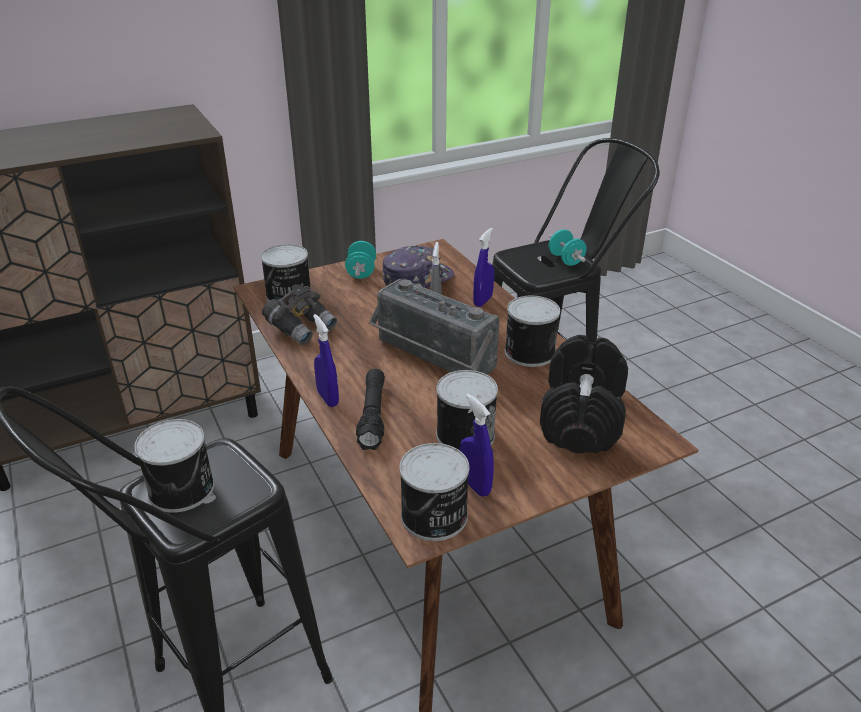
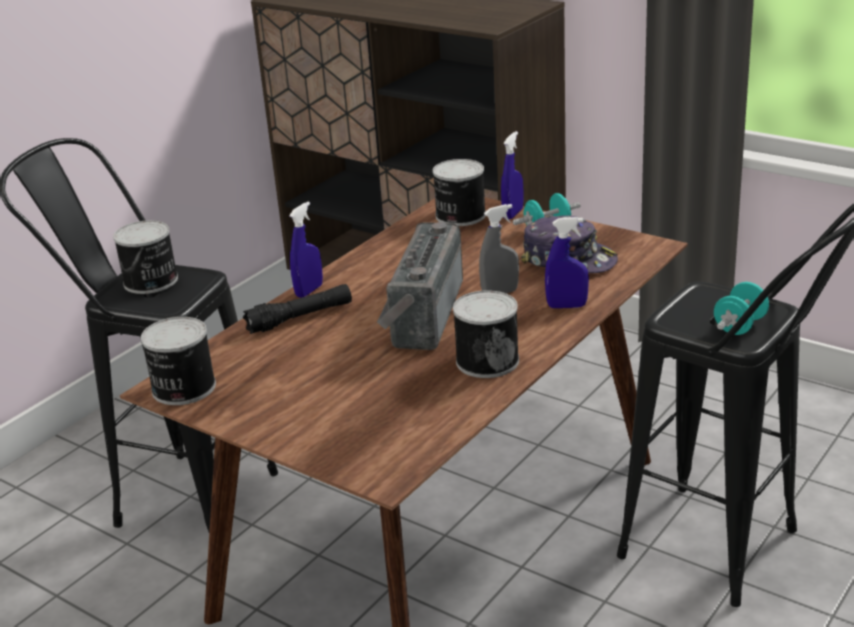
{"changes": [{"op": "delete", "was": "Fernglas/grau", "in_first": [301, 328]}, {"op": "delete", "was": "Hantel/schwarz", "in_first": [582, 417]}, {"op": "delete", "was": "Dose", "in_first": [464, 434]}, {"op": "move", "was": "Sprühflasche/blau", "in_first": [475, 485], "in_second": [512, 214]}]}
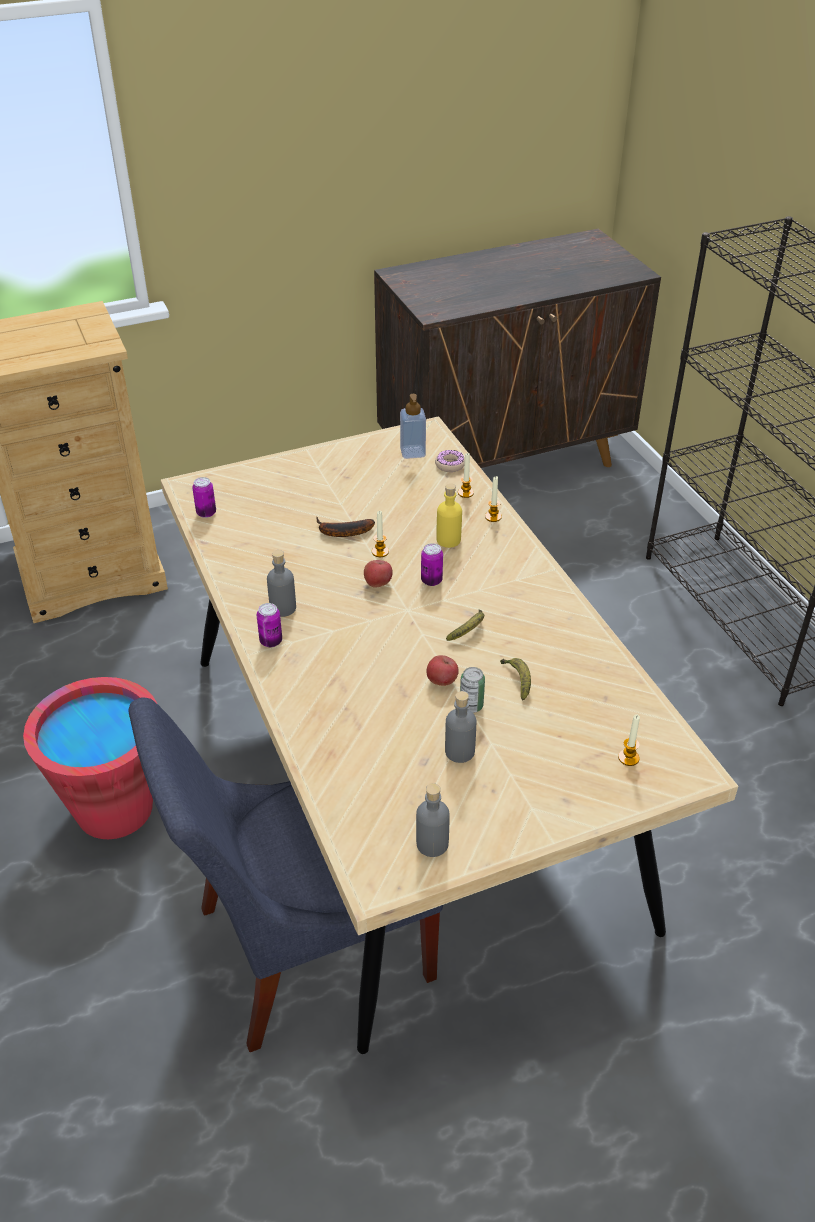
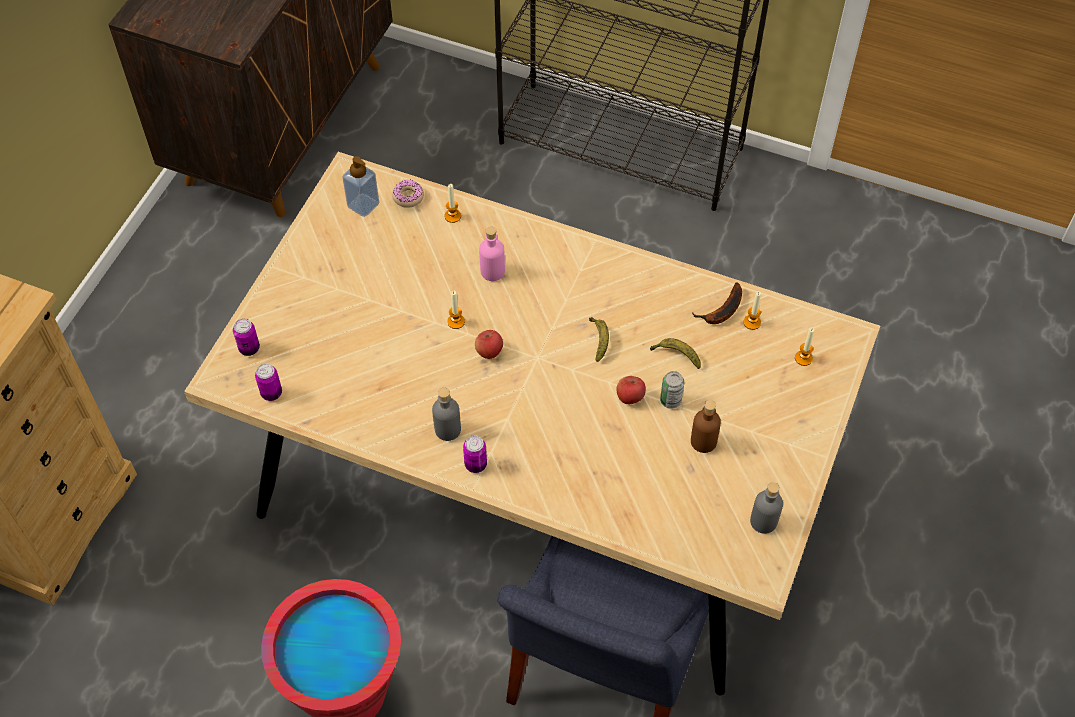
{"changes": [{"op": "move", "was": "Kerze", "in_first": [493, 517], "in_second": [752, 322]}, {"op": "recolor", "was": "Flasche/gelb", "now": "Flasche/rosa", "in_first": [448, 540], "in_second": [492, 271]}, {"op": "move", "was": "Banane", "in_first": [341, 532], "in_second": [722, 311]}, {"op": "move", "was": "Dose", "in_first": [431, 580], "in_second": [249, 348]}, {"op": "recolor", "was": "Flasche/grau", "now": "Flasche/braun", "in_first": [459, 751], "in_second": [703, 441]}]}
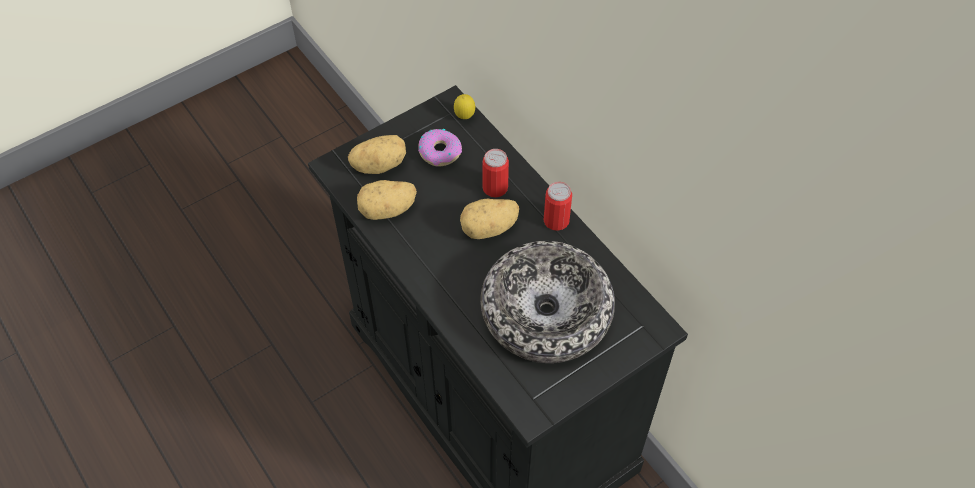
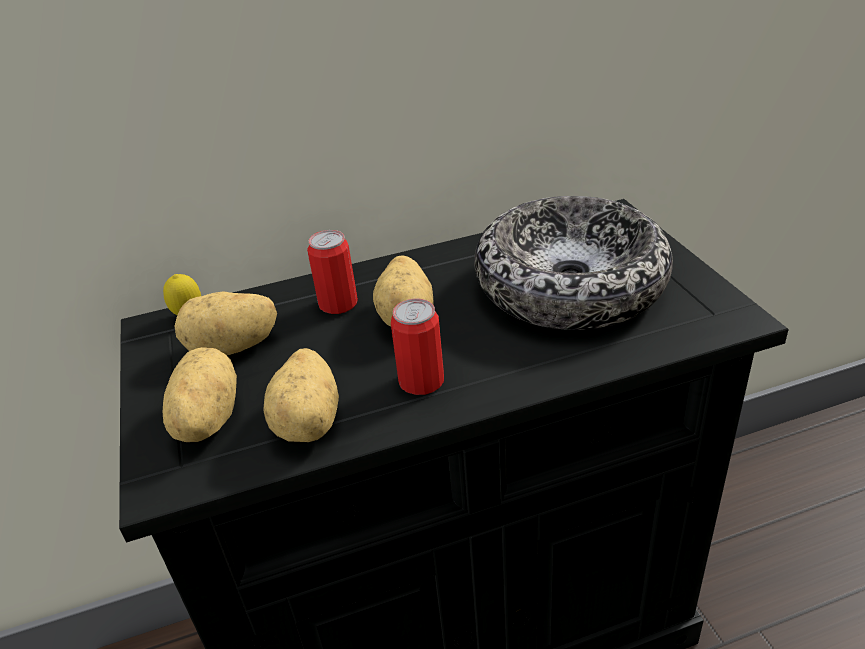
{"changes": [{"op": "replace", "was": "Donut", "now": "Kartoffel", "in_first": [440, 151], "in_second": [233, 348]}, {"op": "move", "was": "Dose", "in_first": [556, 220], "in_second": [421, 381]}]}
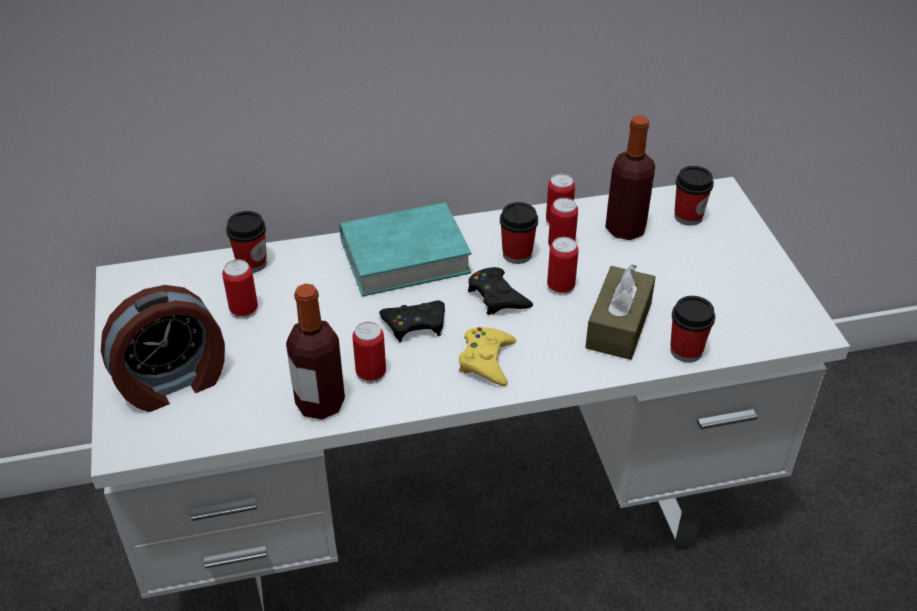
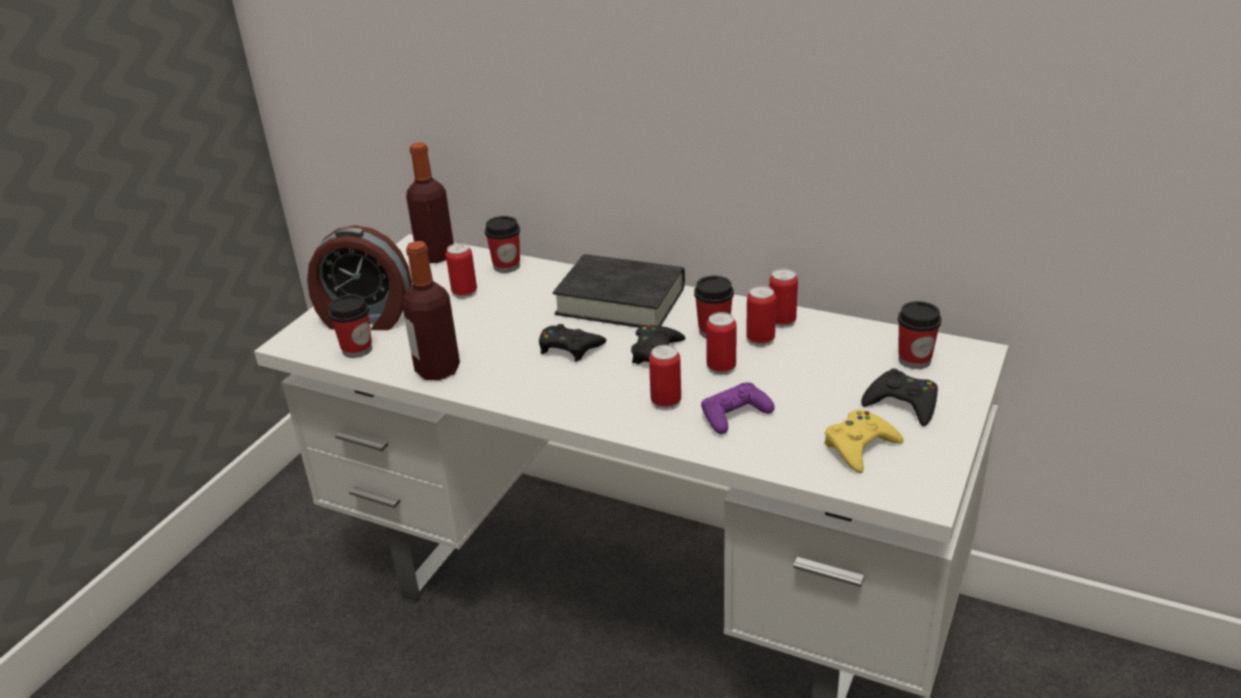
{"changes": [{"op": "move", "was": "Flasche", "in_first": [625, 229], "in_second": [436, 256]}, {"op": "recolor", "was": "Buch/türkis", "now": "Buch/schwarz", "in_first": [405, 257], "in_second": [620, 301]}, {"op": "replace", "was": "Taschentuchbox/braun", "now": "Gamepad/lila", "in_first": [618, 325], "in_second": [734, 415]}, {"op": "move", "was": "Tasse", "in_first": [686, 351], "in_second": [357, 349]}, {"op": "move", "was": "Dose", "in_first": [371, 373], "in_second": [666, 401]}, {"op": "move", "was": "Gamepad/gelb", "in_first": [486, 360], "in_second": [859, 446]}, {"op": "insert", "now": "Gamepad/schwarz", "in_second": [902, 403]}]}
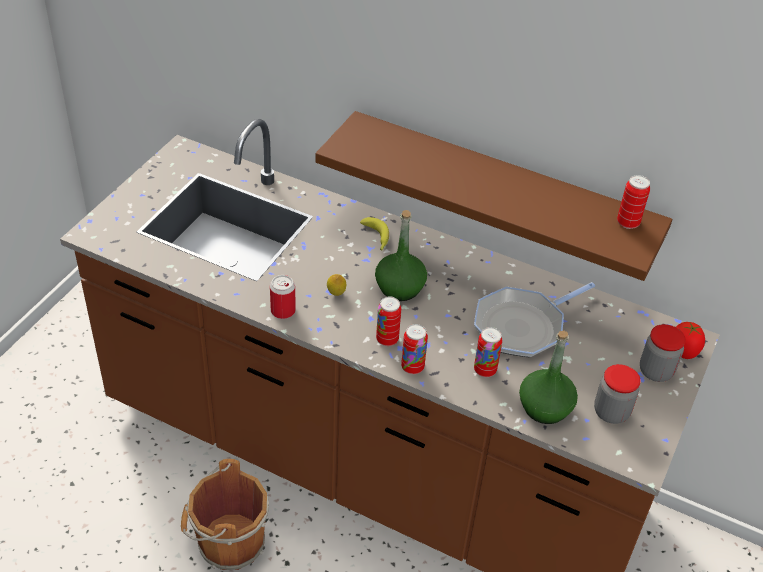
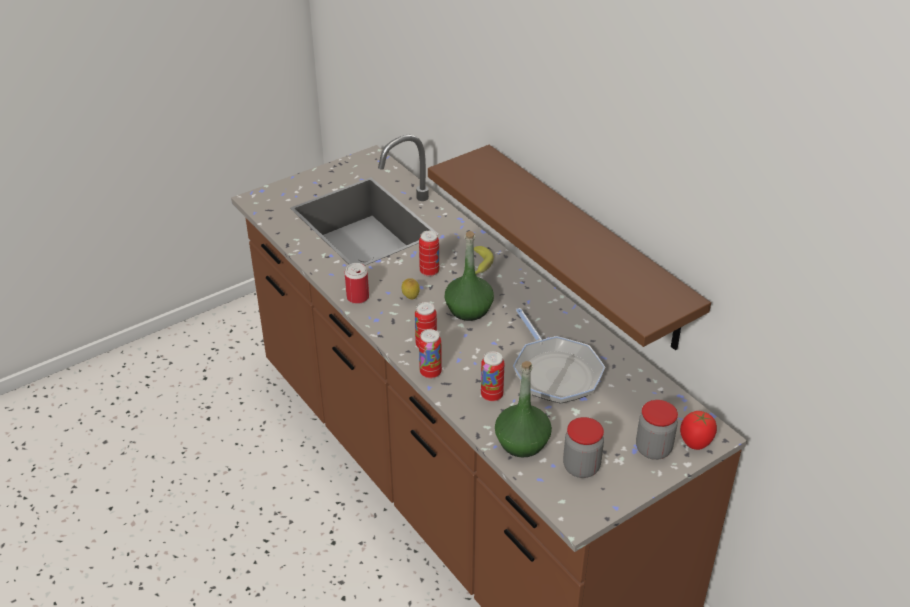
{"changes": [{"op": "move", "was": "Dose", "in_first": [628, 223], "in_second": [429, 272]}, {"op": "rotate", "was": "Pfanne", "in_first": [522, 326], "in_second": [555, 372], "clockwise": -105}, {"op": "delete", "was": "Eimer/braun", "in_first": [228, 543]}]}
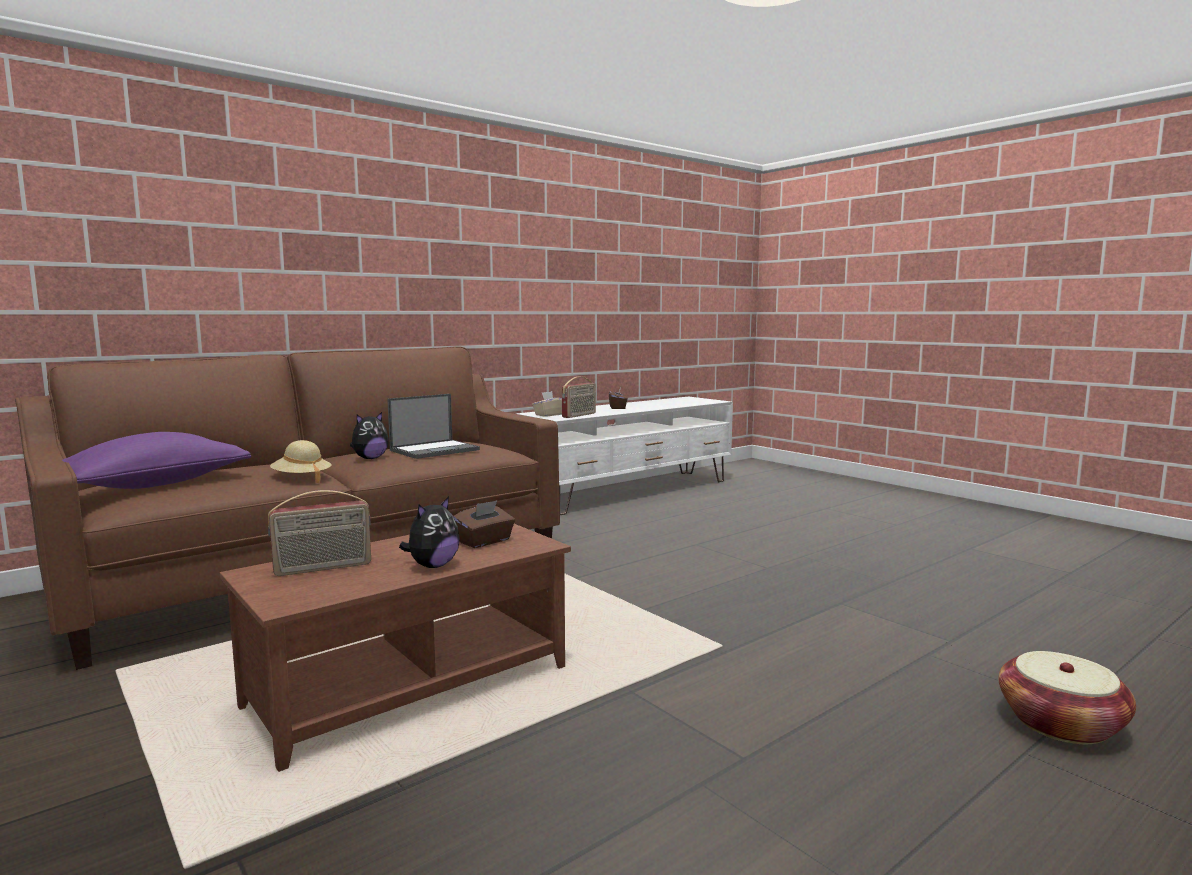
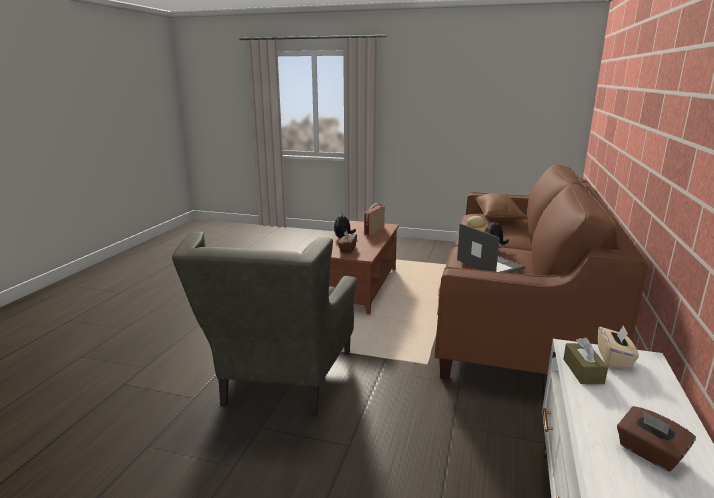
{"changes": [{"op": "replace", "was": "Radio", "now": "Taschentuchbox/braun", "in_first": [579, 415], "in_second": [583, 371]}, {"op": "rotate", "was": "Laptop", "in_first": [435, 450], "in_second": [489, 264], "clockwise": 135}, {"op": "recolor", "was": "Kissen/lila", "now": "Kissen/braun", "in_first": [155, 484], "in_second": [497, 217]}, {"op": "delete", "was": "Korb", "in_first": [1060, 723]}, {"op": "insert", "now": "Sessel/grau", "in_second": [280, 384]}]}
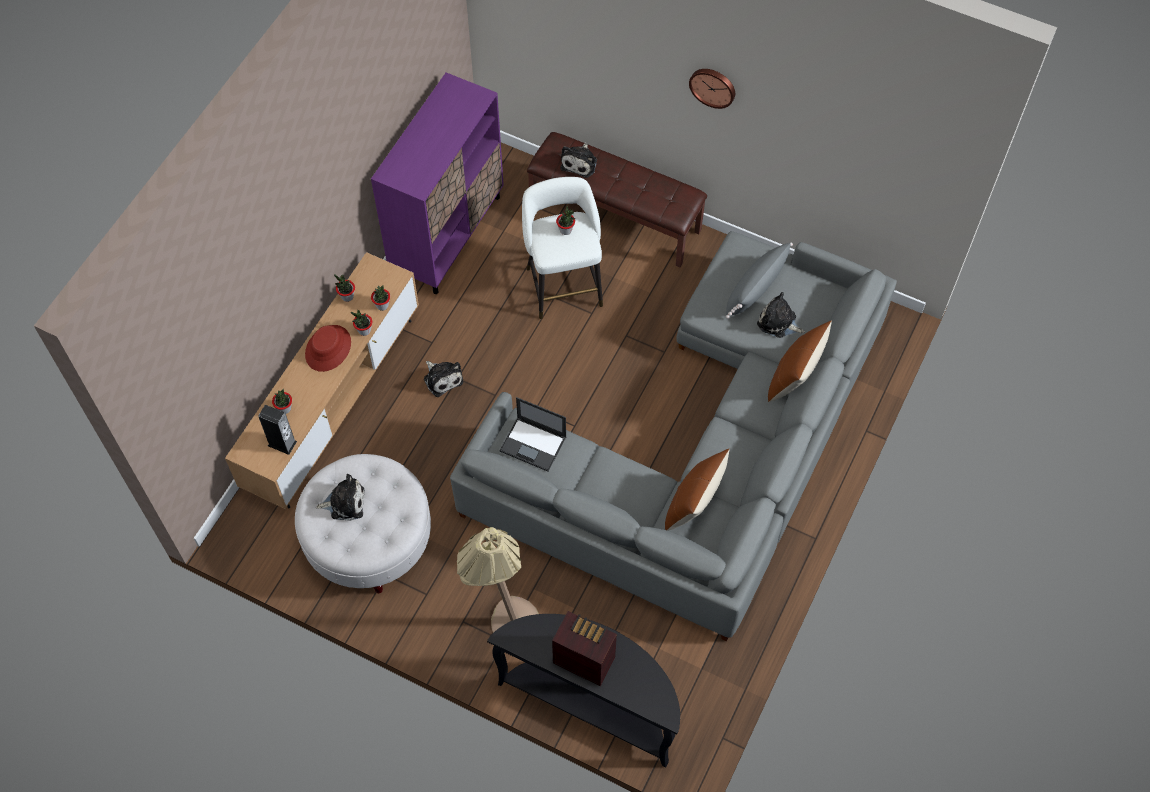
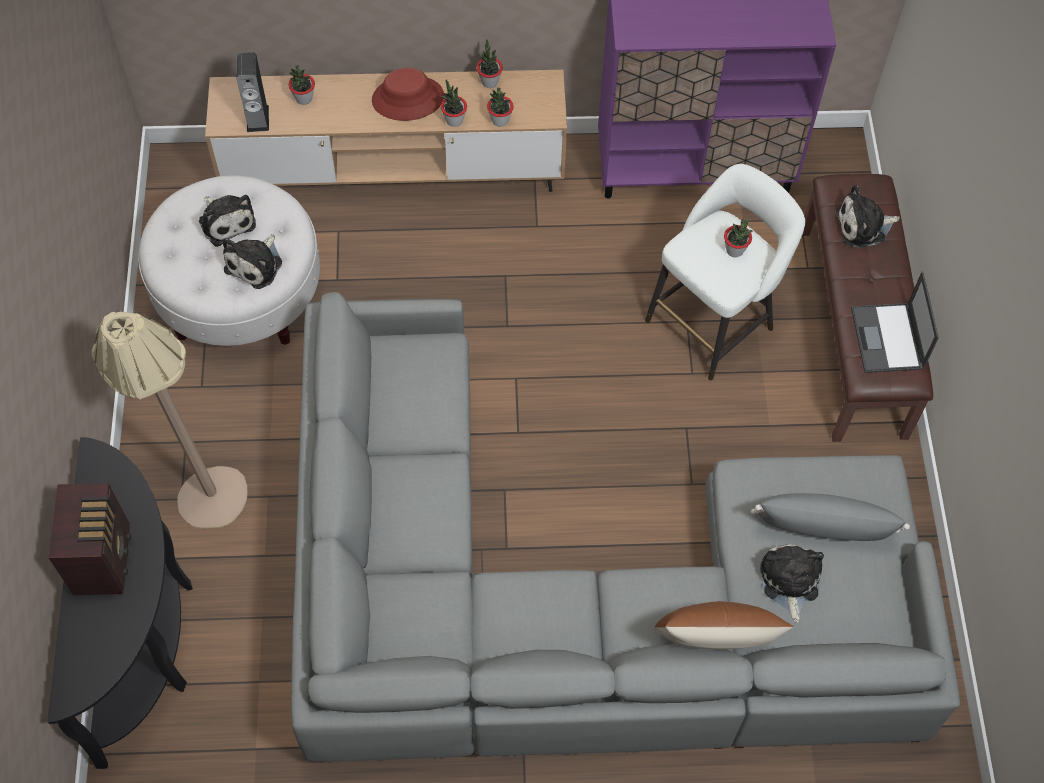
{"changes": [{"op": "delete", "was": "Wanduhr", "in_first": [713, 86]}, {"op": "move", "was": "Plüschtier", "in_first": [442, 378], "in_second": [256, 264]}, {"op": "move", "was": "Laptop", "in_first": [534, 444], "in_second": [888, 339]}, {"op": "delete", "was": "Kissen/braun", "in_first": [693, 505]}]}
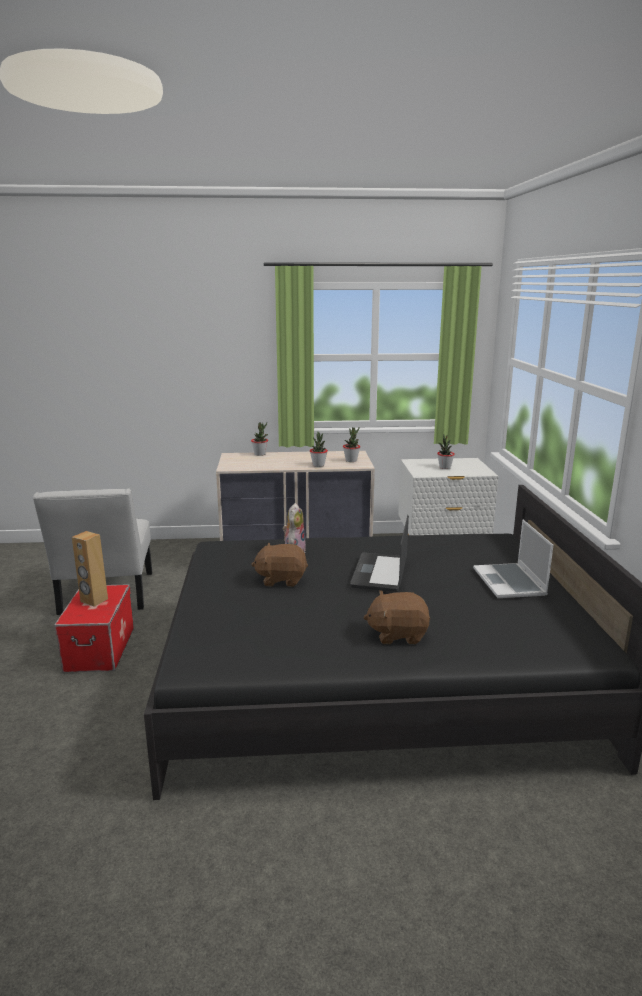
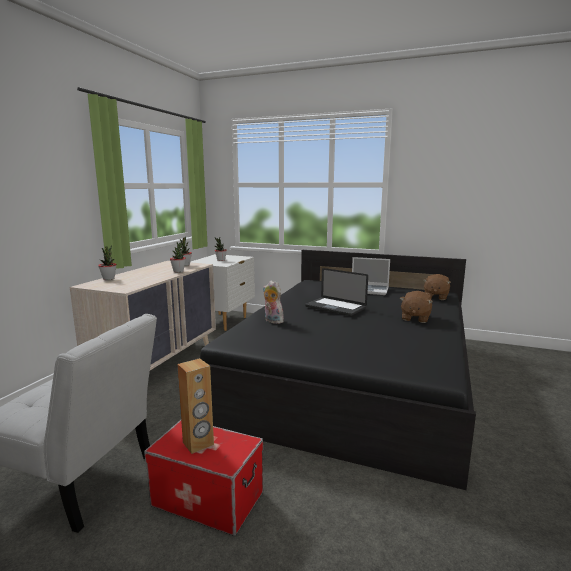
{"changes": [{"op": "move", "was": "Plüschtier/braun", "in_first": [281, 579], "in_second": [435, 297]}]}
